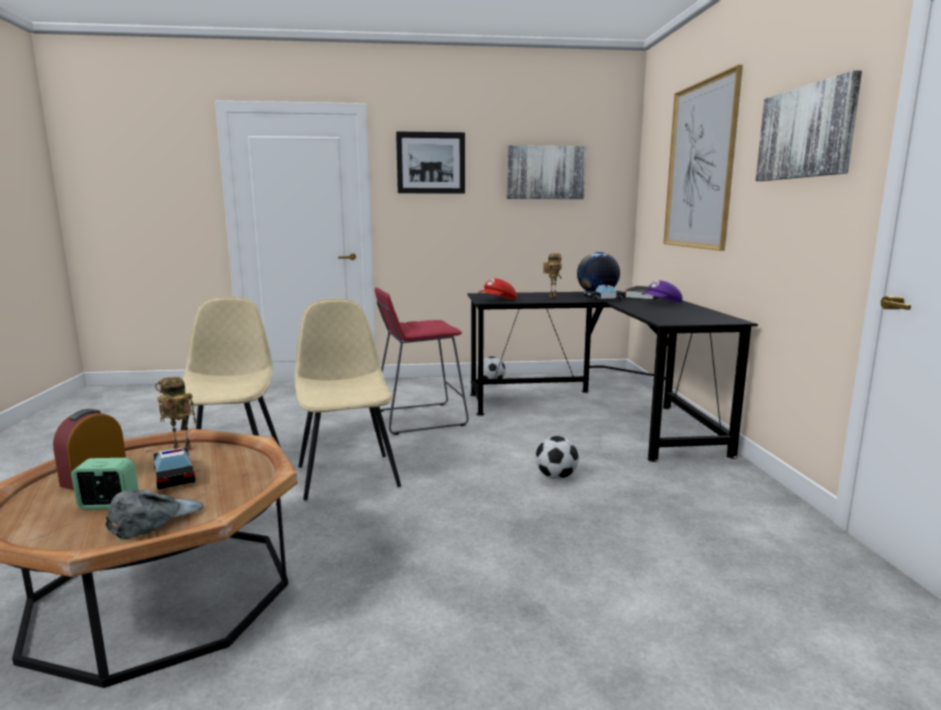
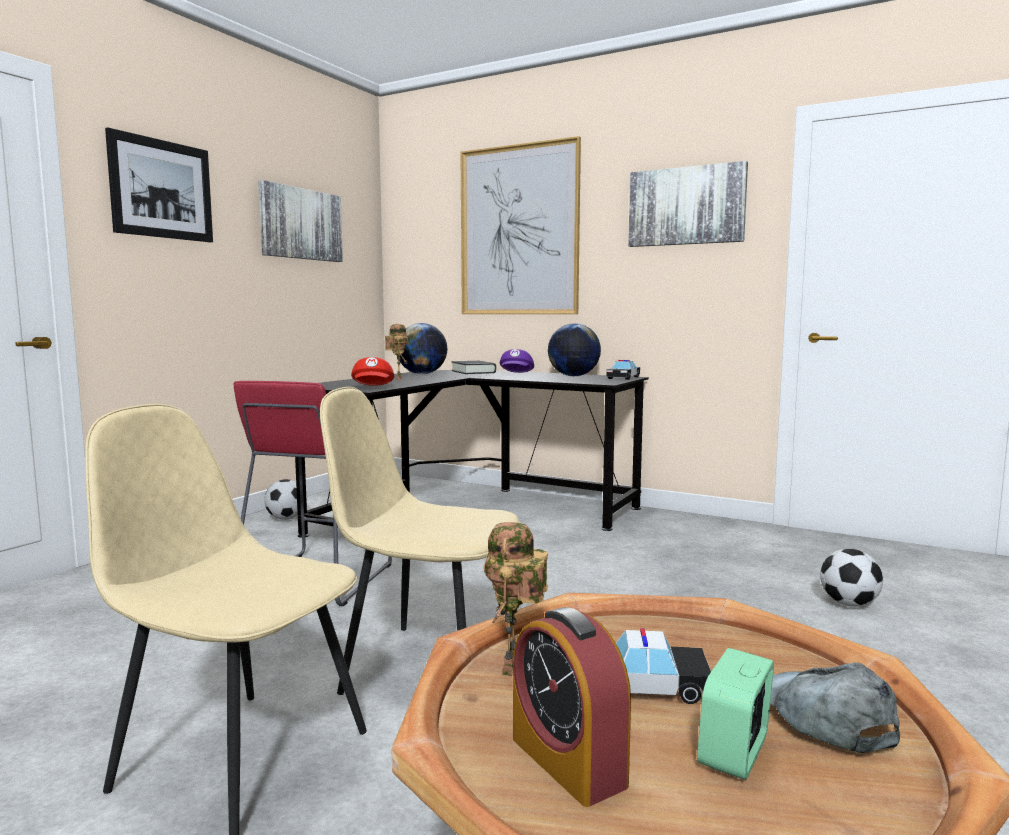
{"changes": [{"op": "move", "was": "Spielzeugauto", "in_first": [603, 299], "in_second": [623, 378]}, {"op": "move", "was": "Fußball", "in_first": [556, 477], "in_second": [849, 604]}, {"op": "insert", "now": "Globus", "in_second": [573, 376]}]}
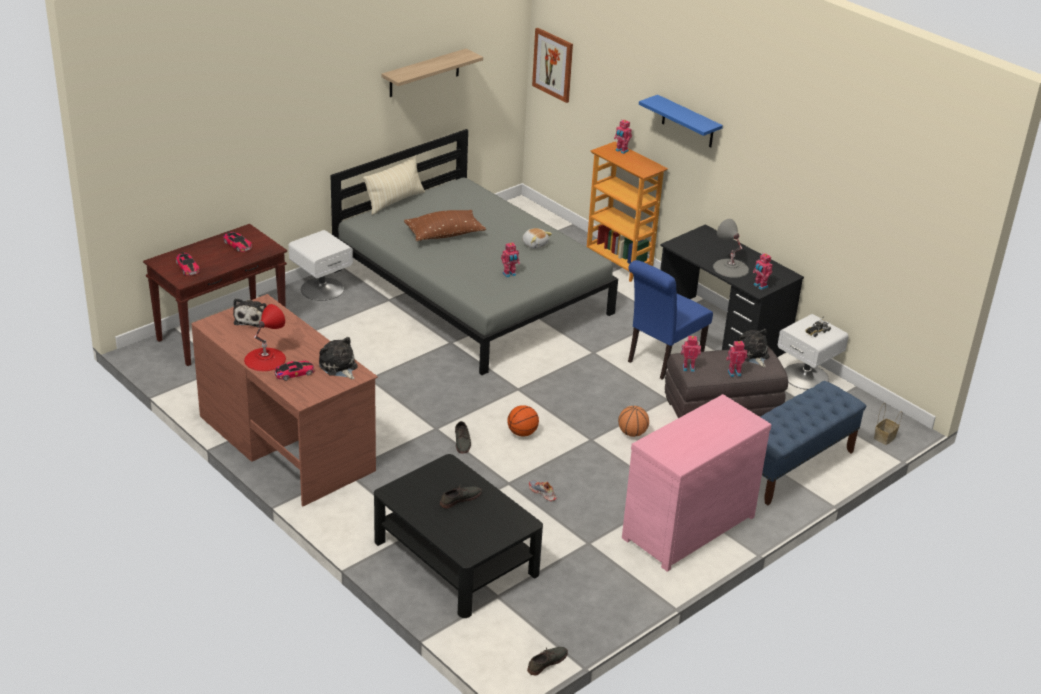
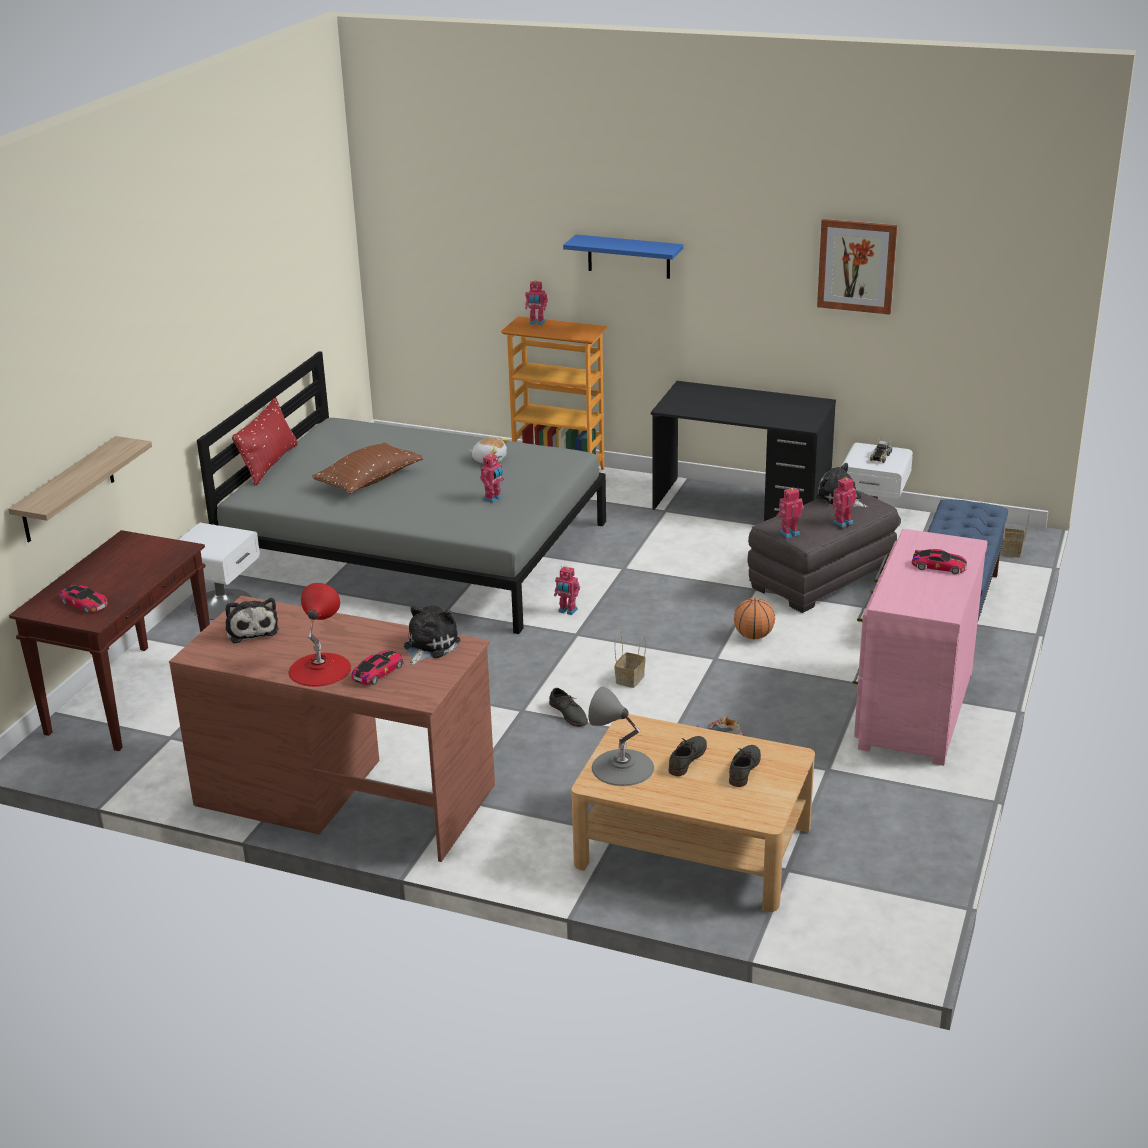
{"changes": [{"op": "move", "was": "Bild", "in_first": [553, 64], "in_second": [857, 266]}, {"op": "move", "was": "Wandregal", "in_first": [424, 73], "in_second": [68, 490]}, {"op": "recolor", "was": "Kissen/beige", "now": "Kissen/rot", "in_first": [395, 201], "in_second": [269, 464]}, {"op": "move", "was": "Tischlampe/grau", "in_first": [730, 268], "in_second": [622, 767]}, {"op": "move", "was": "Spielzeugauto", "in_first": [237, 245], "in_second": [939, 566]}, {"op": "move", "was": "Spielzeugroboter", "in_first": [760, 286], "in_second": [567, 611]}, {"op": "delete", "was": "Stuhl/blau", "in_first": [661, 359]}, {"op": "rotate", "was": "Plüschtier", "in_first": [339, 367], "in_second": [429, 646], "clockwise": 90}, {"op": "replace", "was": "Basketball", "now": "Korb", "in_first": [522, 433], "in_second": [630, 679]}, {"op": "recolor", "was": "Couchtisch/schwarz", "now": "Couchtisch/beige", "in_first": [455, 557], "in_second": [693, 846]}, {"op": "move", "was": "Schuh/grau", "in_first": [547, 662], "in_second": [743, 768]}]}
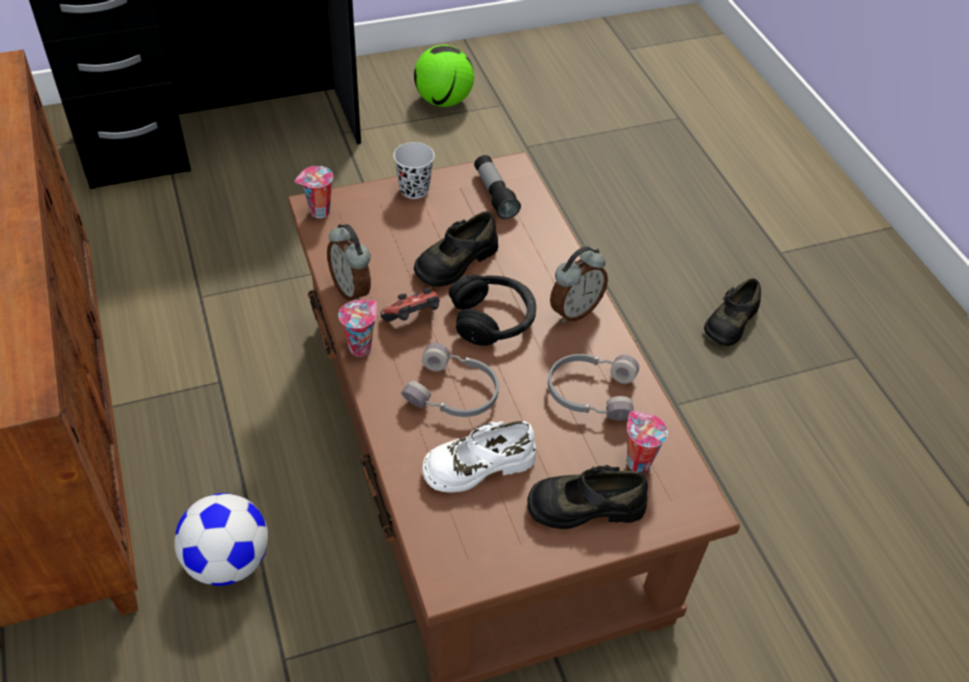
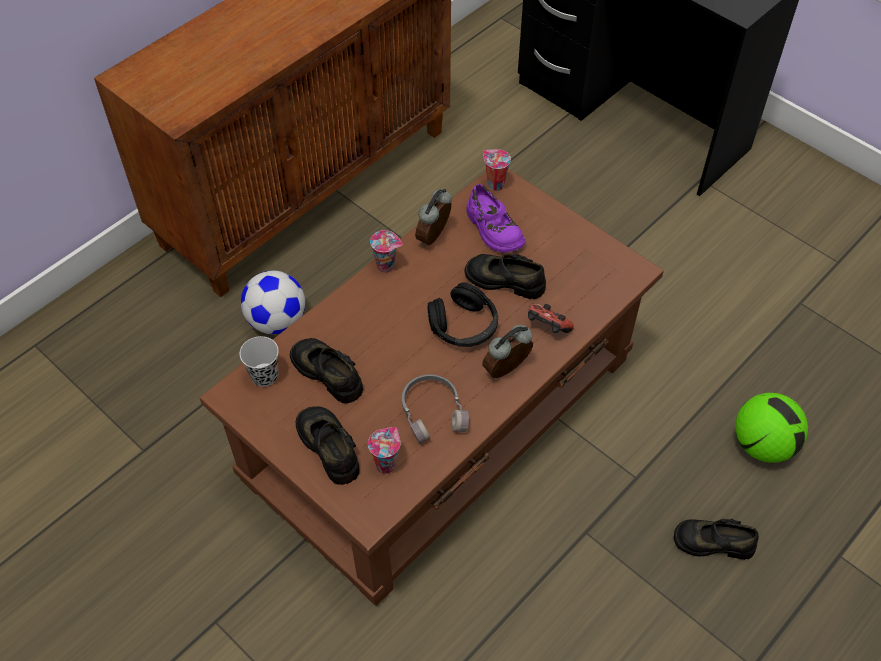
{"changes": [{"op": "move", "was": "Fußball", "in_first": [444, 101], "in_second": [763, 445]}, {"op": "move", "was": "Tasse/schwarz", "in_first": [414, 190], "in_second": [264, 376]}, {"op": "delete", "was": "Taschenlampe", "in_first": [495, 194]}, {"op": "rotate", "was": "Wecker", "in_first": [574, 310], "in_second": [507, 371], "clockwise": 120}, {"op": "move", "was": "Gamepad", "in_first": [413, 319], "in_second": [547, 328]}, {"op": "delete", "was": "Kopfhörer/grau", "in_first": [453, 393]}, {"op": "recolor", "was": "Schuh/weiß", "now": "Schuh/schwarz", "in_first": [478, 464], "in_second": [328, 372]}, {"op": "insert", "now": "Schuh/lila", "in_second": [493, 229]}]}
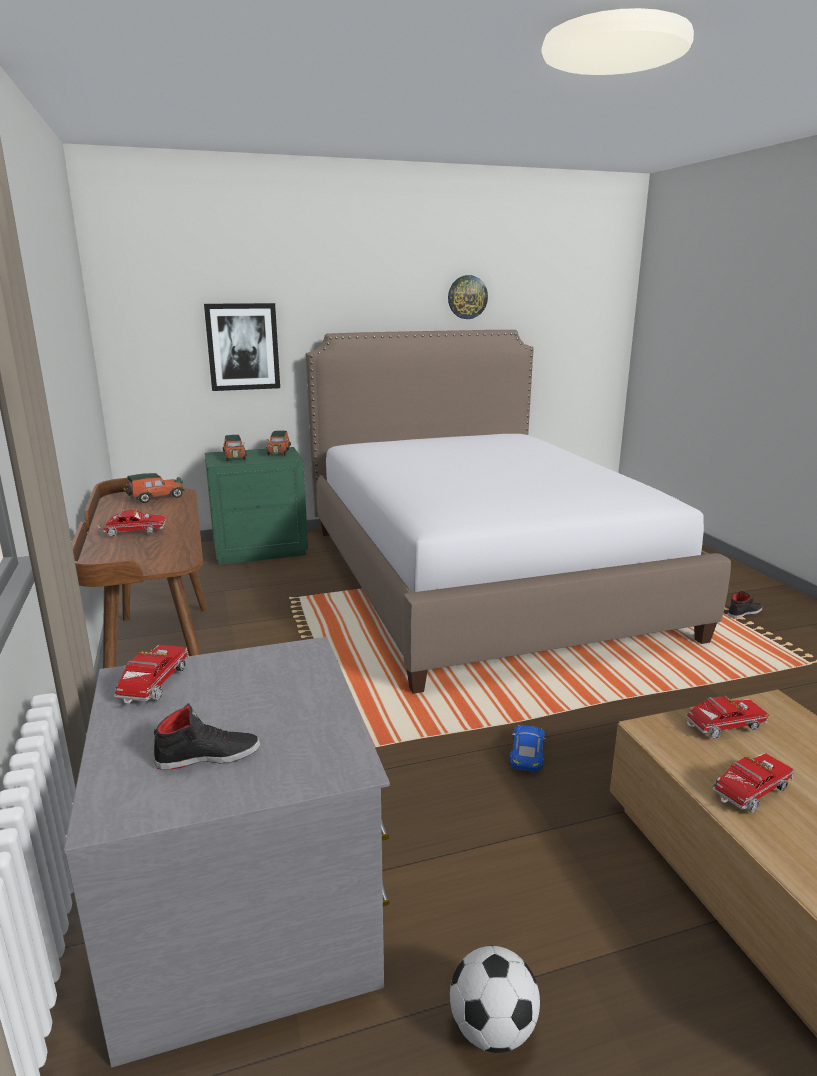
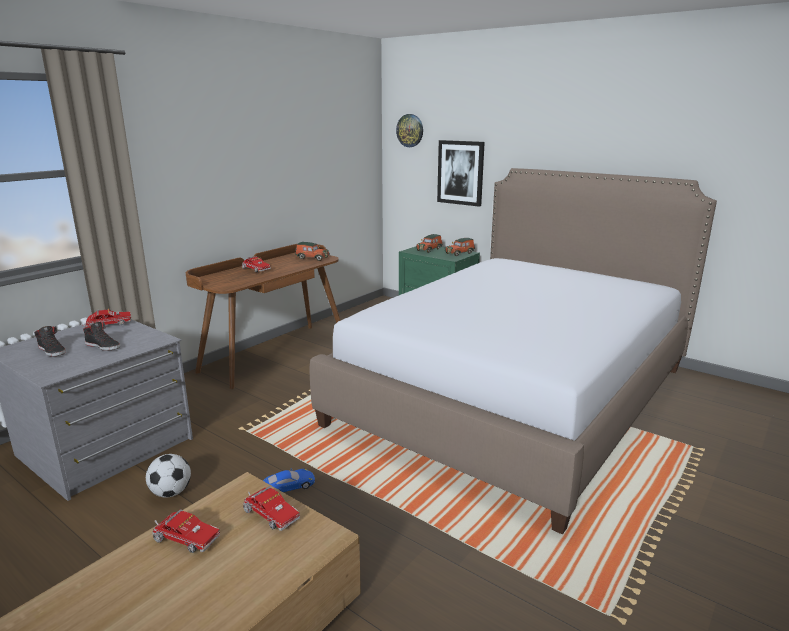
{"changes": [{"op": "move", "was": "Wanduhr", "in_first": [467, 297], "in_second": [410, 130]}, {"op": "move", "was": "Schuh/schwarz", "in_first": [744, 612], "in_second": [103, 346]}, {"op": "move", "was": "Fußball", "in_first": [492, 1028], "in_second": [171, 492]}]}
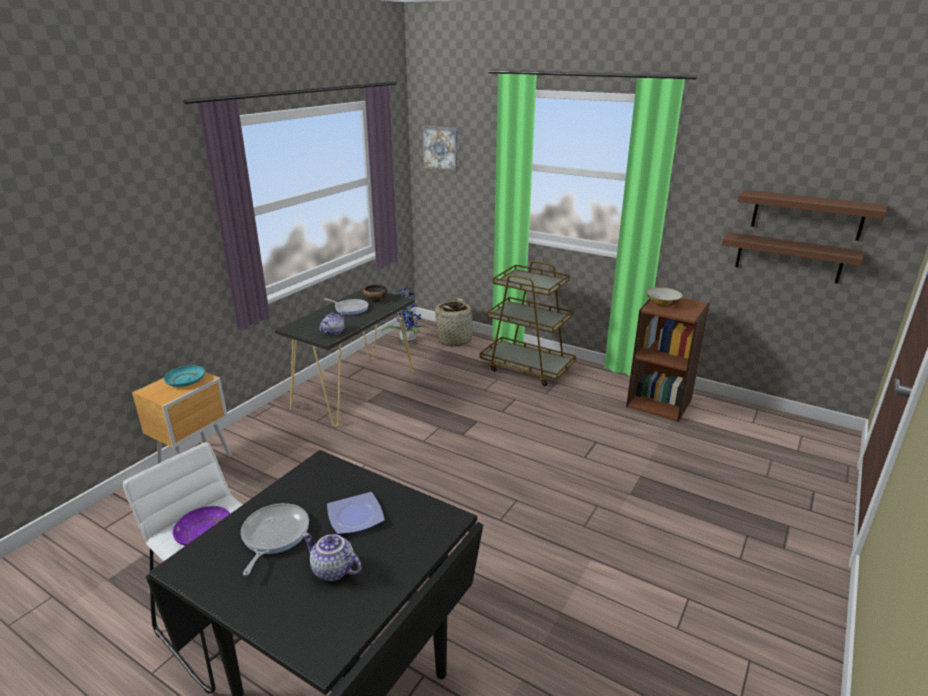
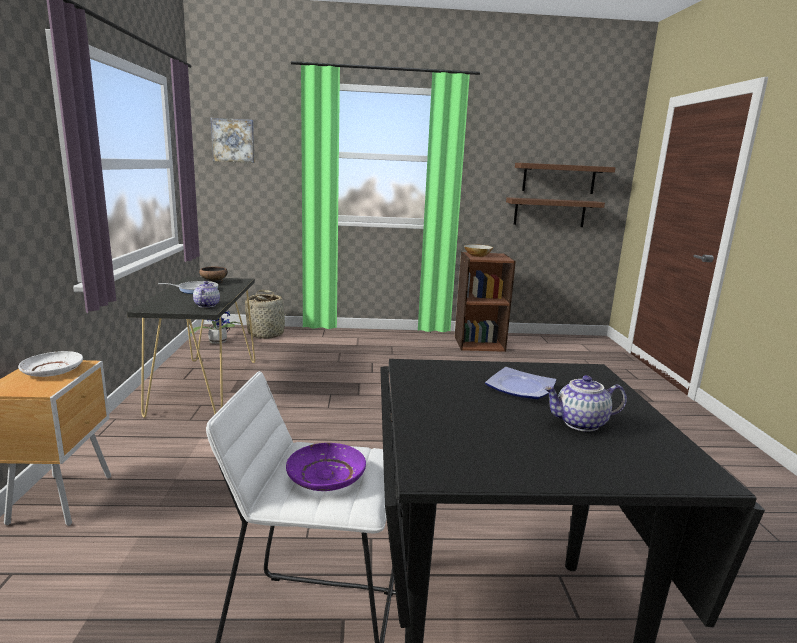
{"changes": [{"op": "delete", "was": "Rollwagen/braun", "in_first": [527, 368]}, {"op": "recolor", "was": "Teller/türkis", "now": "Teller/weiß", "in_first": [186, 381], "in_second": [53, 371]}, {"op": "delete", "was": "Pfanne", "in_first": [273, 535]}]}
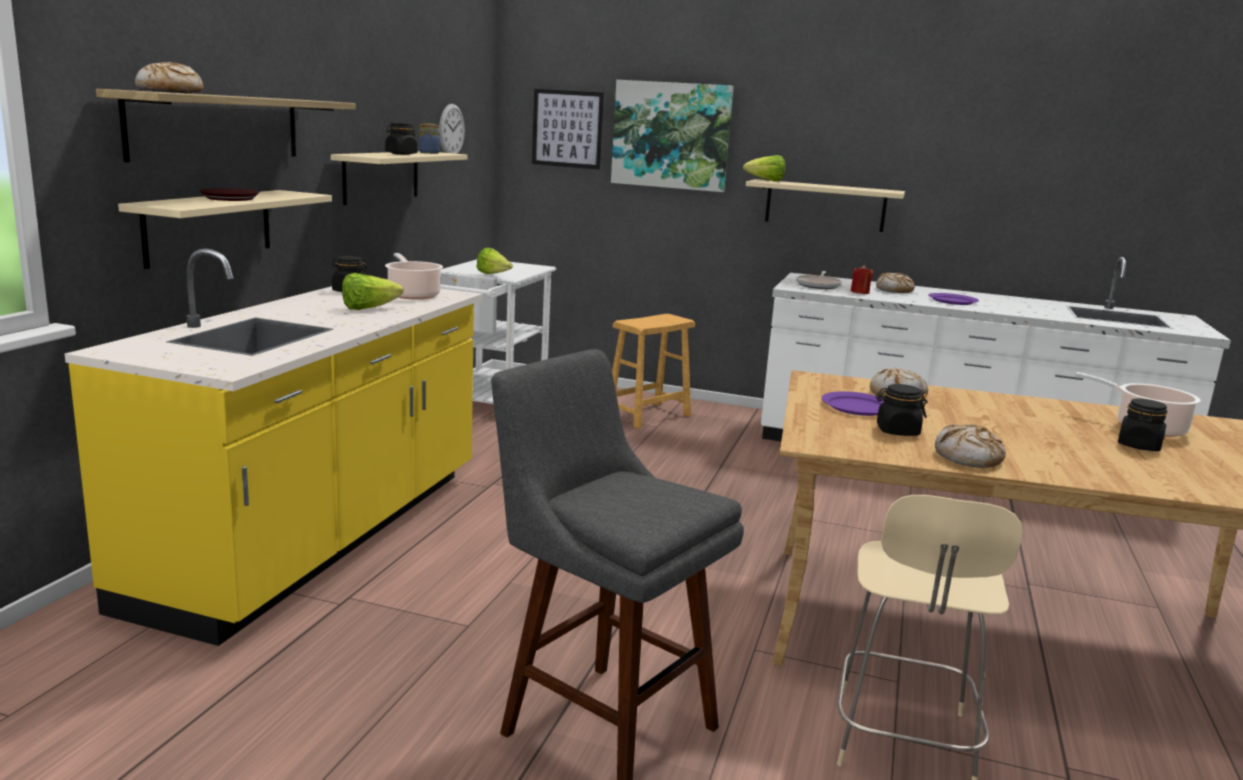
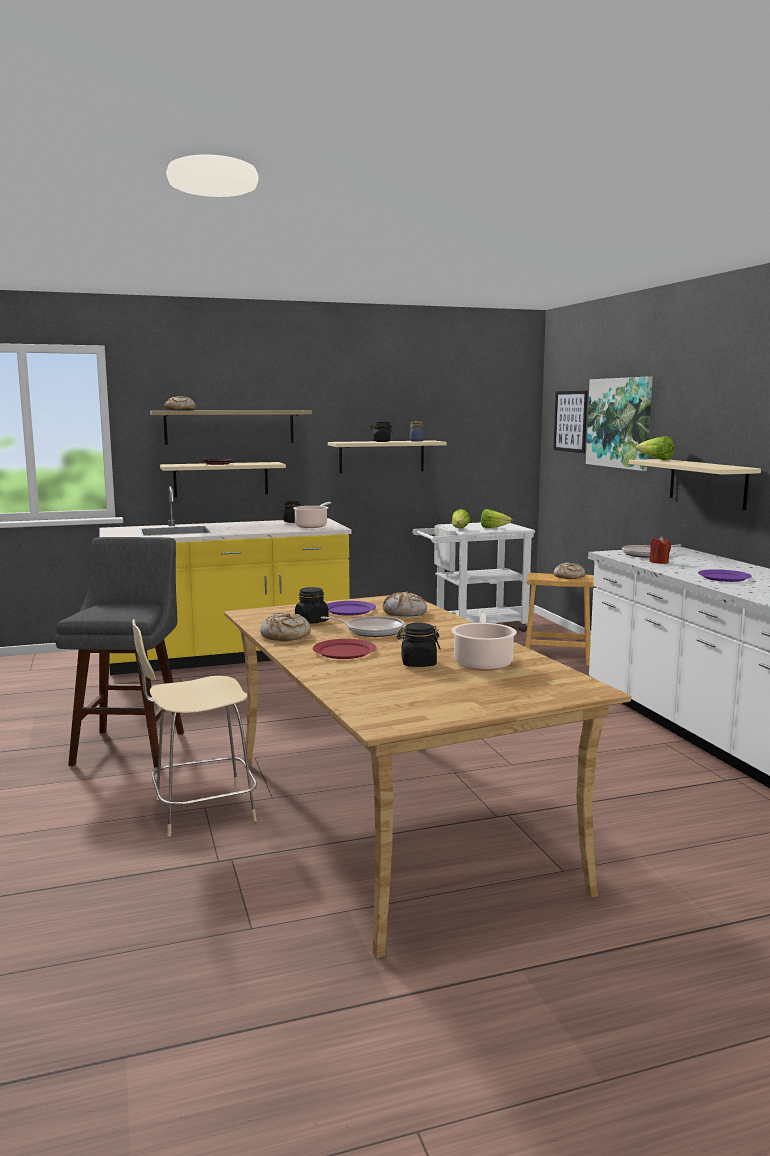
{"changes": [{"op": "delete", "was": "Wanduhr", "in_first": [451, 130]}, {"op": "move", "was": "Salatkopf", "in_first": [368, 309], "in_second": [493, 528]}, {"op": "move", "was": "Brot", "in_first": [894, 290], "in_second": [569, 577]}, {"op": "insert", "now": "Pfanne", "in_second": [371, 631]}, {"op": "insert", "now": "Teller/rot", "in_second": [344, 651]}]}
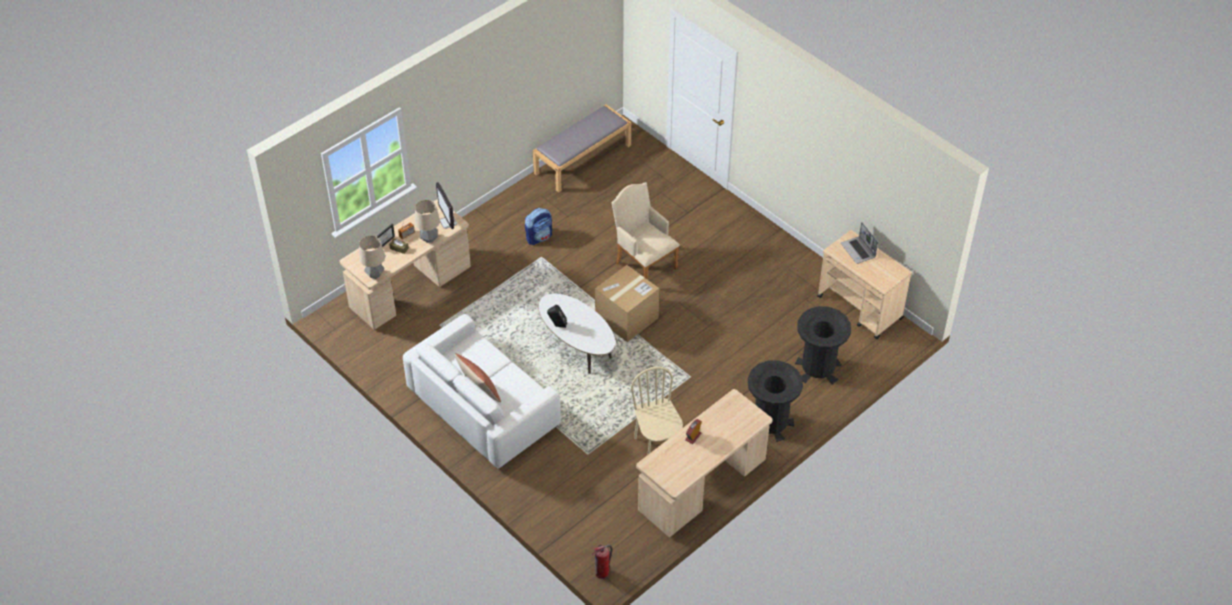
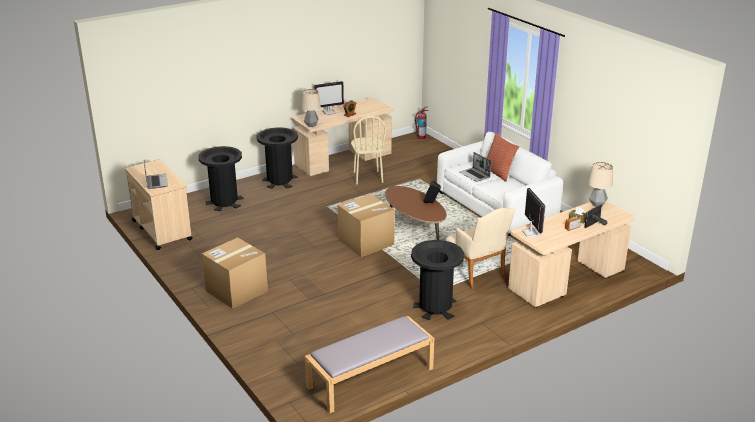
{"changes": [{"op": "move", "was": "Sessel/beige", "in_first": [644, 263], "in_second": [477, 274]}, {"op": "move", "was": "Tischlampe", "in_first": [429, 239], "in_second": [311, 125]}, {"op": "replace", "was": "Rucksack", "now": "Mülleimer/schwarz", "in_first": [539, 237], "in_second": [435, 307]}, {"op": "recolor", "was": "Couchtisch/weiß", "now": "Couchtisch/braun", "in_first": [577, 346], "in_second": [414, 230]}, {"op": "insert", "now": "Monitor", "in_second": [329, 112]}, {"op": "insert", "now": "Laptop", "in_second": [475, 175]}, {"op": "insert", "now": "Karton", "in_second": [236, 290]}]}
